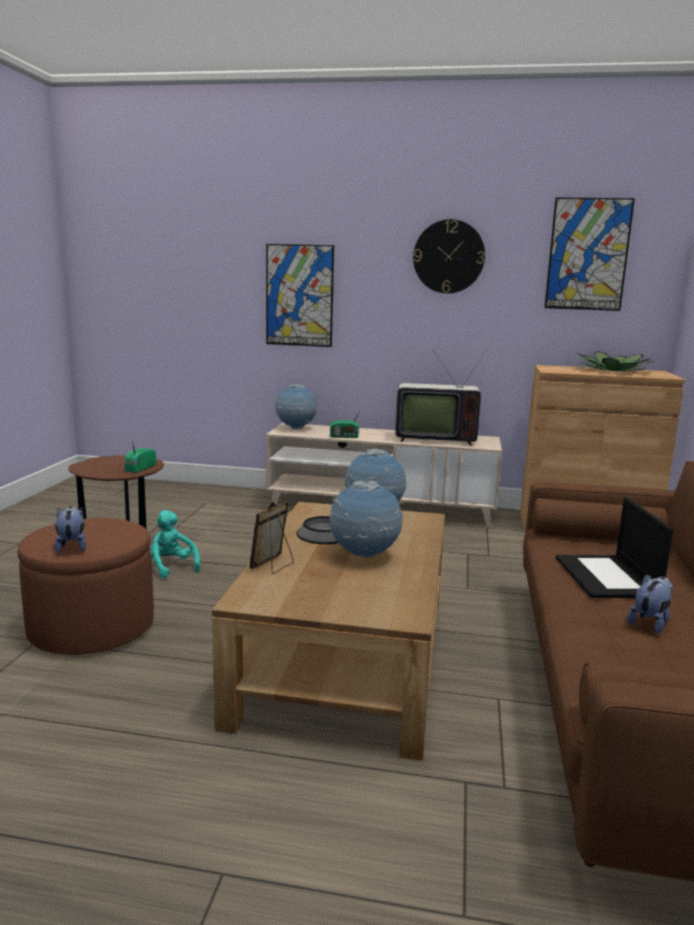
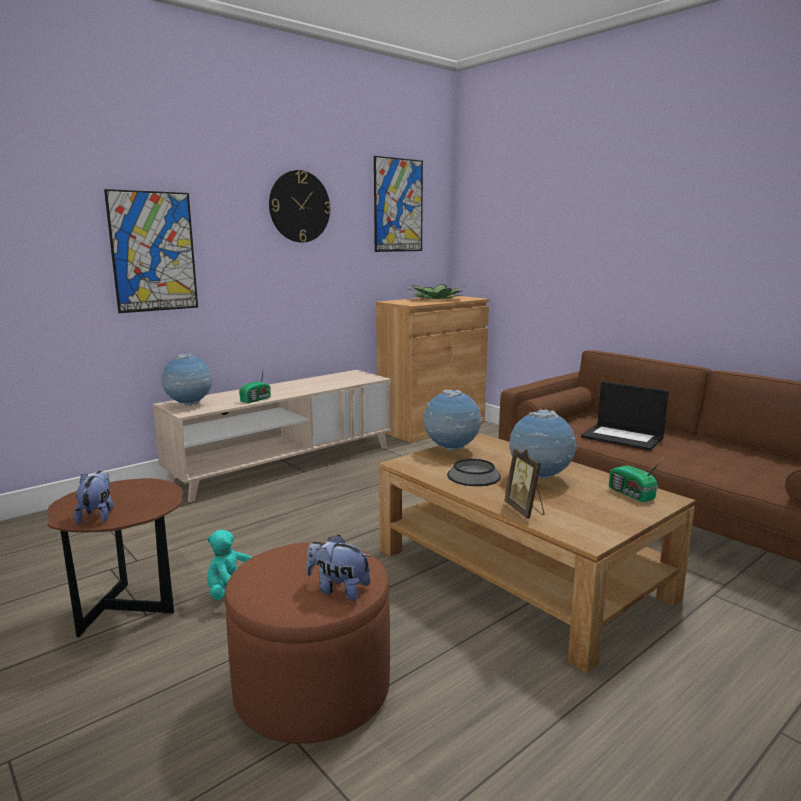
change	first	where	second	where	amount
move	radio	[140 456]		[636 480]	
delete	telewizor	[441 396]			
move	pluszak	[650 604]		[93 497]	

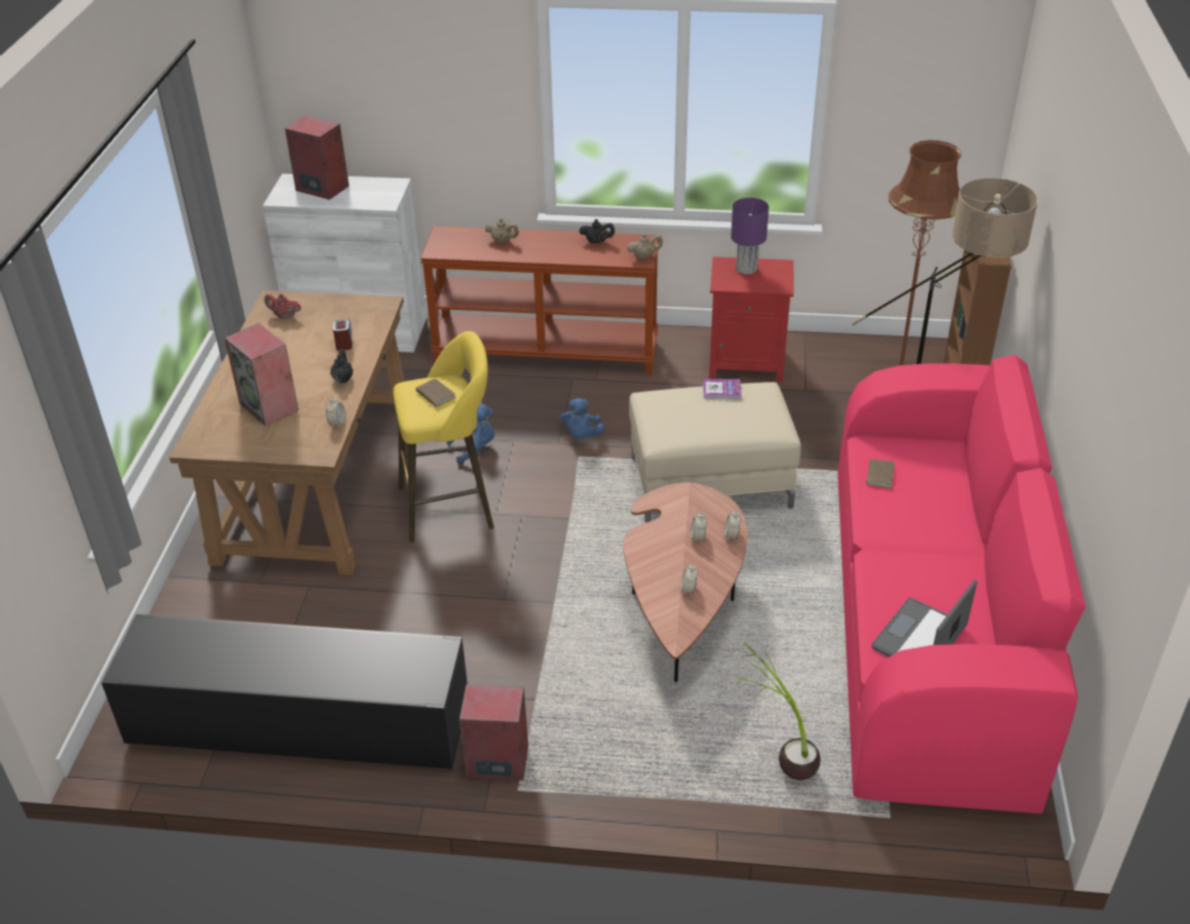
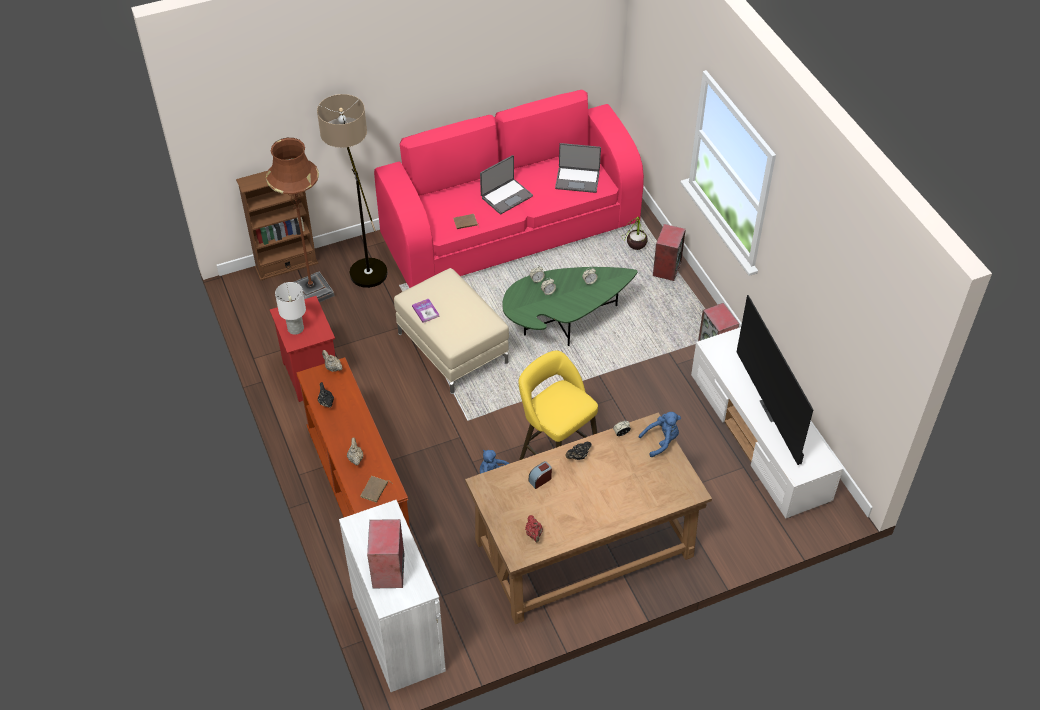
change	first	where	second	where	amount
recolor	szafka pod telewizor (czarny)	[284 691]	szafka pod telewizor (biały)	[767 422]	
move	głośnik	[261 374]		[669 252]	
move	książka (brązowy)	[436 393]		[376 489]	
move	pluszak (niebieski)	[582 418]		[659 434]	
recolor	ława (brązowy)	[685 582]	ława (zielony)	[570 306]	
recolor	lampa stołowa (fioletowy)	[750 236]	lampa stołowa (biały)	[290 308]	
insert			laptop	[506 184]	
insert			telewizor	[775 380]	

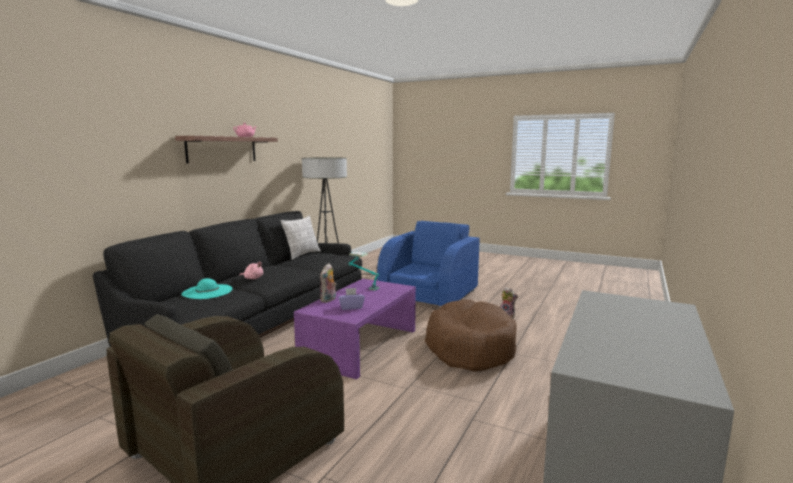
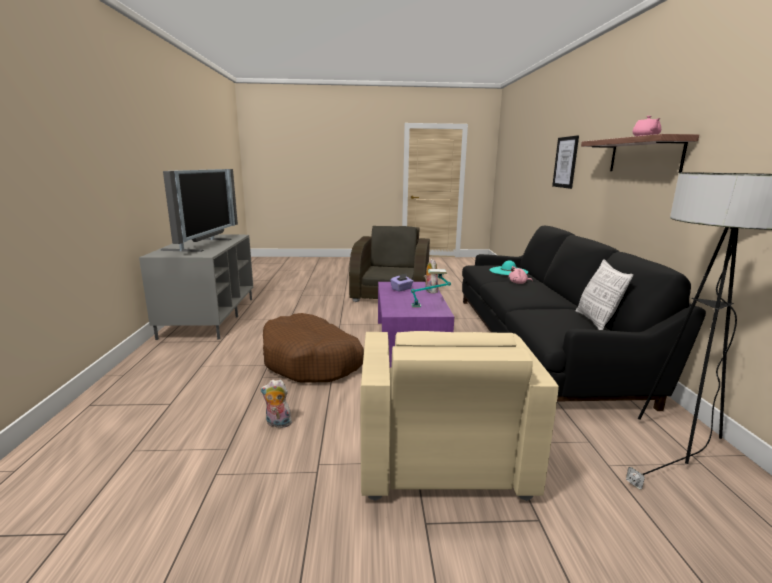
change	first	where	second	where	amount
recolor	fotel (niebieski)	[428 263]	fotel (beżowy)	[459 416]	
insert			telewizor	[199 210]	
insert			obraz	[565 162]	

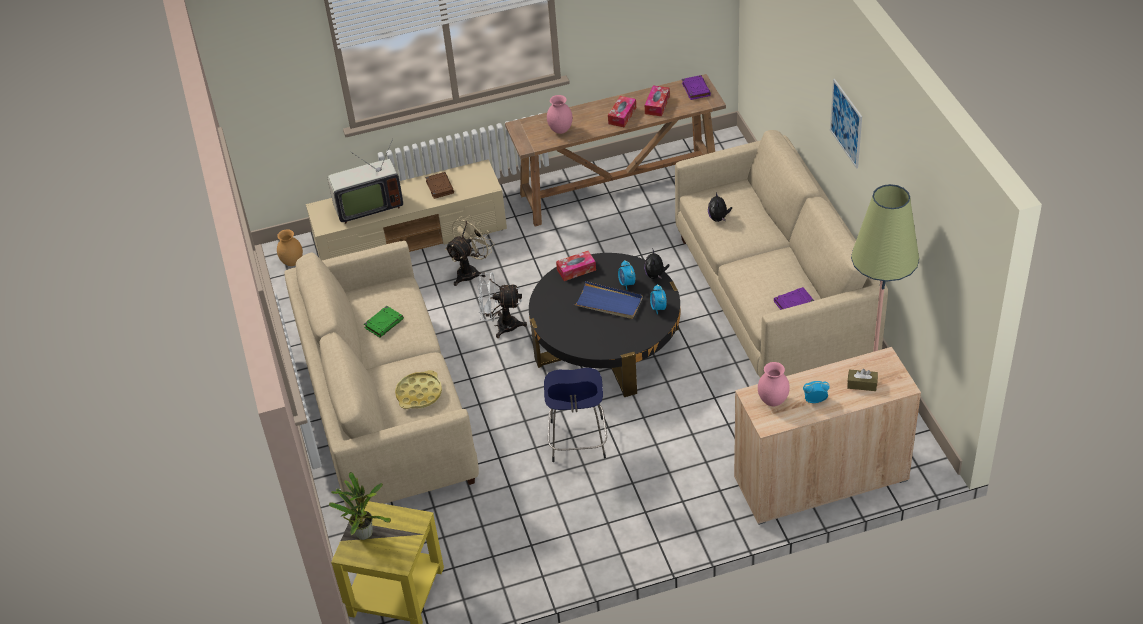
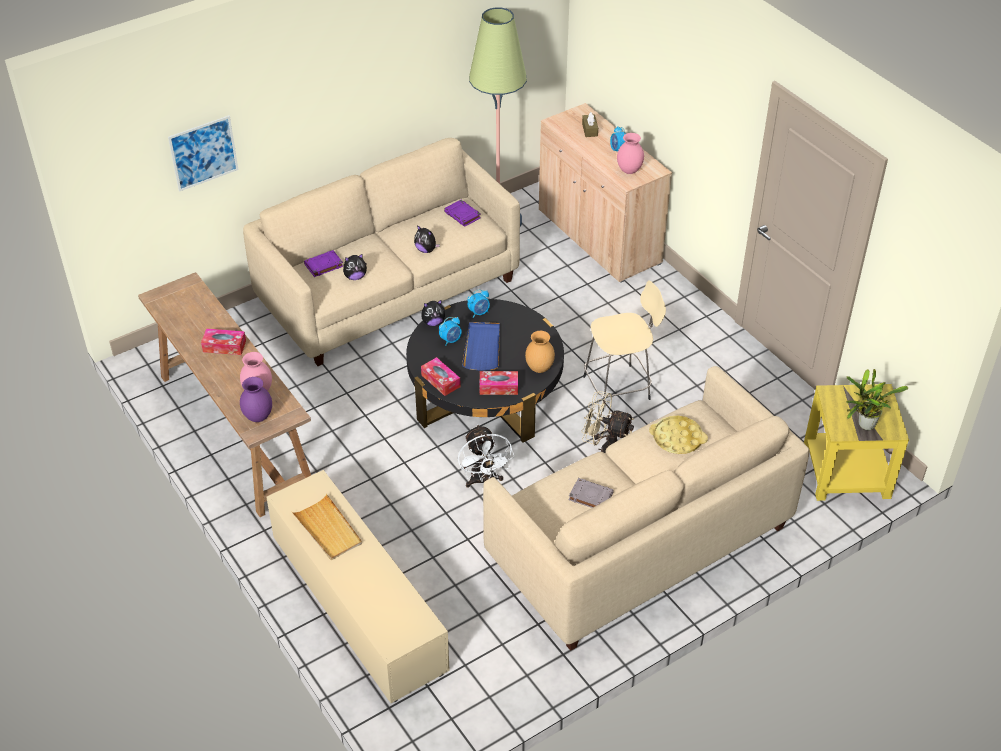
change	first	where	second	where	amount
move	wazon (brązowy)	[290 247]		[540 352]	
delete	telewizor	[365 181]			
recolor	książka (zielony)	[384 321]	książka (szary)	[591 493]	
replace	książka (brązowy)	[439 185]	taca (beżowy)	[327 527]	
move	wentylator (beżowy)	[470 250]		[607 422]	
recolor	stołek (niebieski)	[575 415]	stołek (beżowy)	[624 346]	
move	pudełko chusteczek	[657 100]		[499 383]	
move	książka (fioletowy)	[696 87]		[323 263]	
move	obraz	[846 124]		[203 153]	
insert			wazon (fioletowy)	[256 399]	
insert			pluszak	[427 239]	

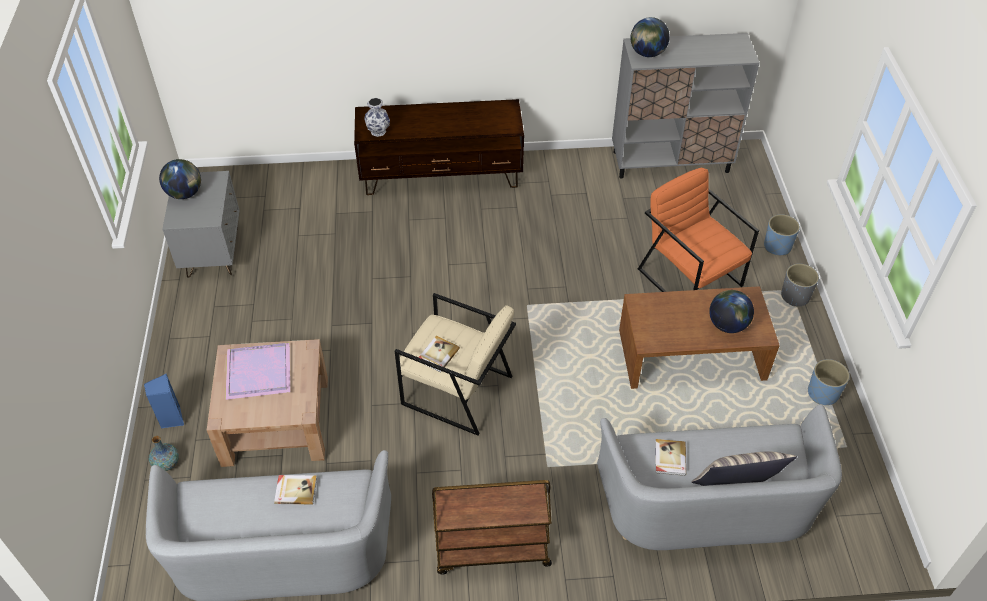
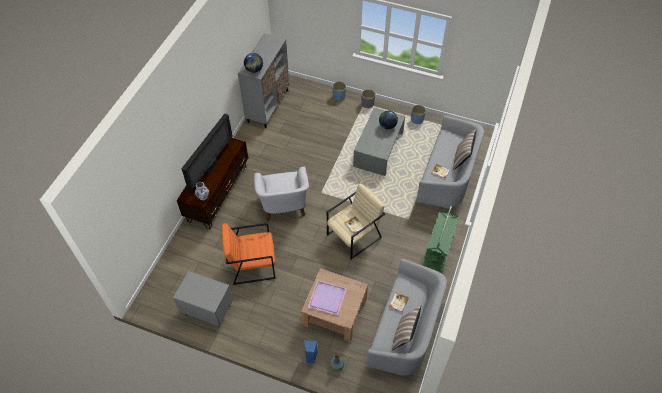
change	first	where	second	where	amount
delete	globus	[180 179]			
recolor	wózek (brązowy)	[492 527]	wózek (zielony)	[441 239]	
recolor	ława (brązowy)	[699 337]	ława (szary)	[379 142]	
move	fotel (pomarańczowy)	[698 230]		[249 254]	
insert			telewizor	[207 152]	
insert			fotel (biały)	[281 194]	
insert			poduszka	[406 328]	

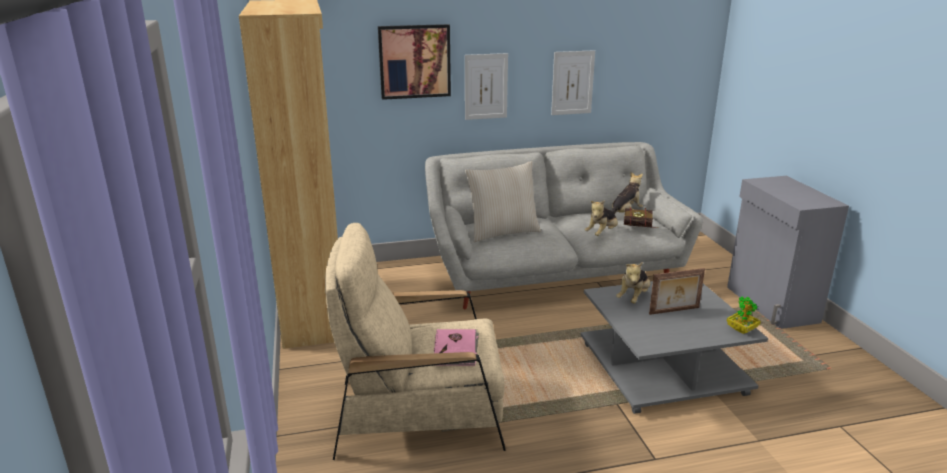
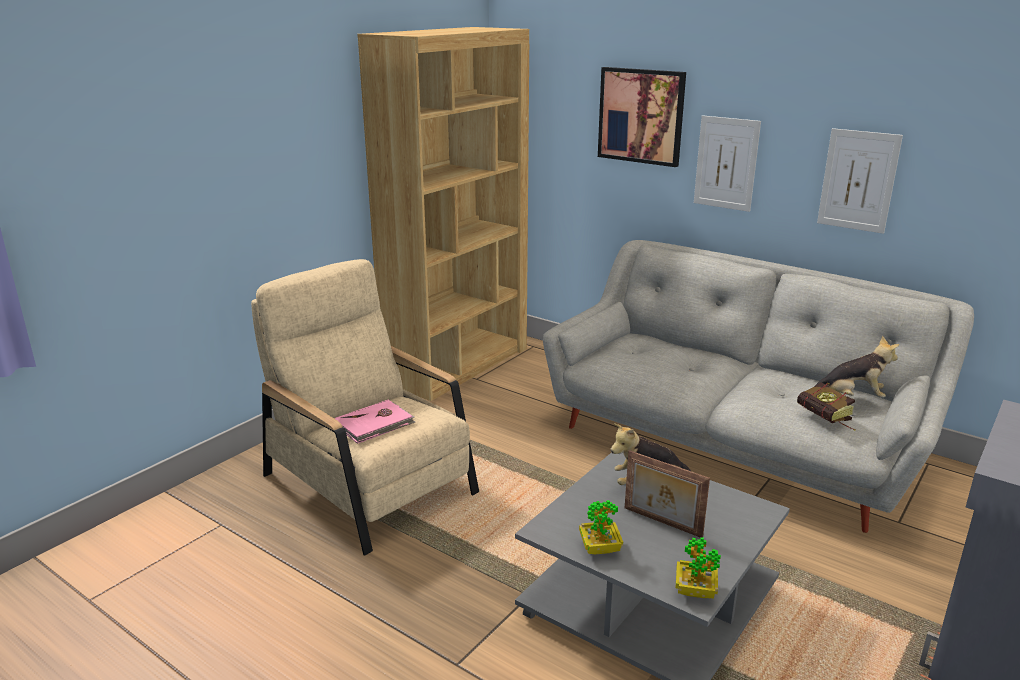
change	first	where	second	where	amount
delete	poduszka (beżowy)	[503 201]			
delete	pluszak	[601 218]			
insert			roślina doniczkowa	[601 527]	

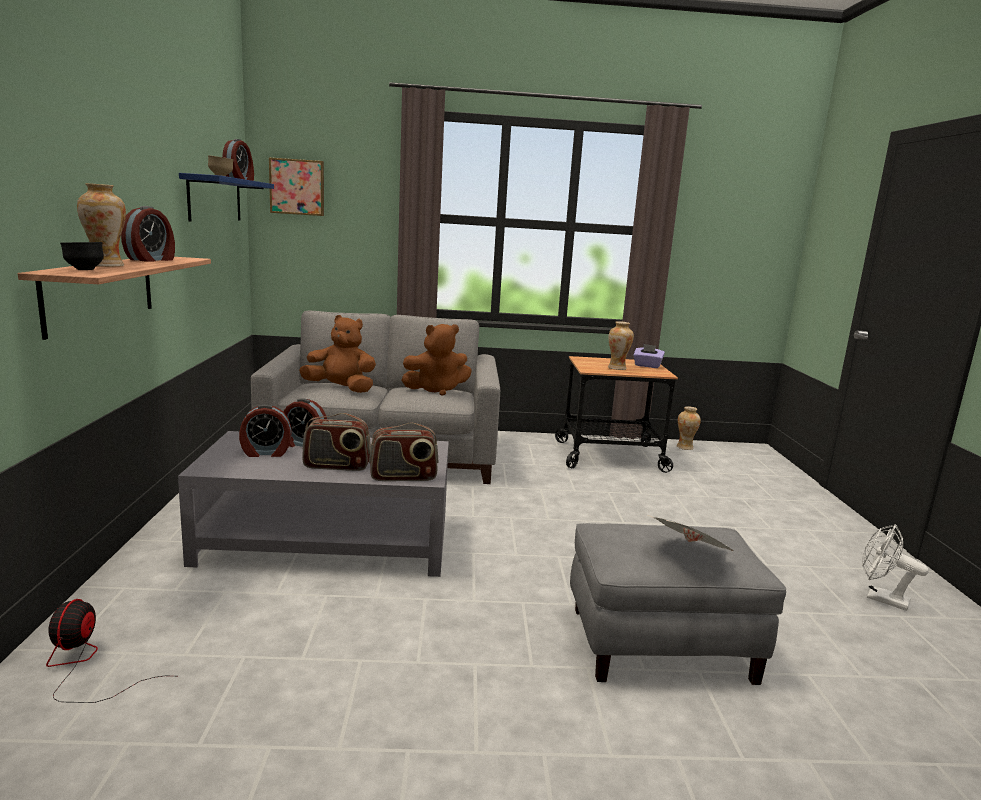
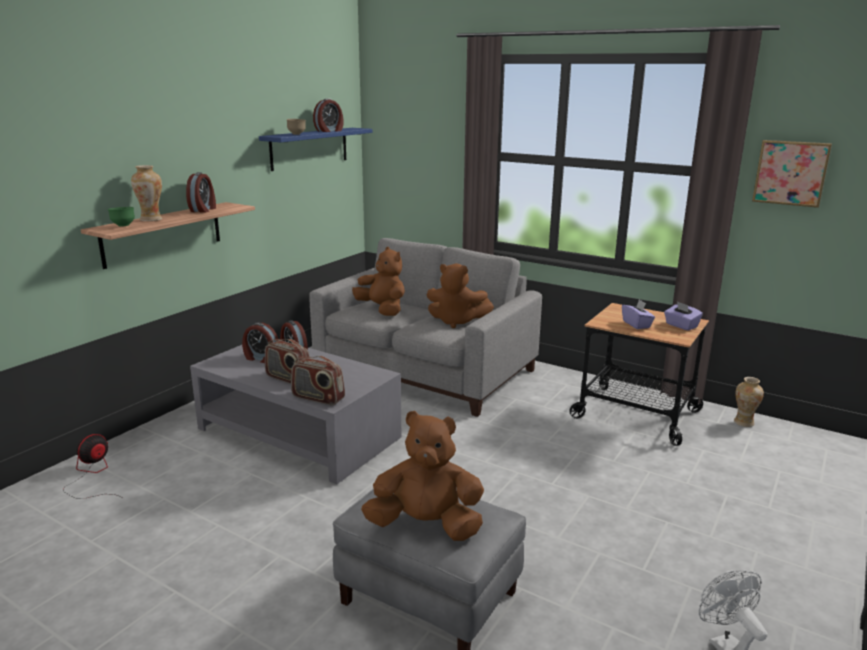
change	first	where	second	where	amount
recolor	miska (czarny)	[82 256]	miska (zielony)	[121 217]	
rotate	budzik	[148 234]		[201 192]	45 degrees counterclockwise
move	obraz	[296 186]		[792 174]	
replace	wazon	[621 345]	pudełko chusteczek (fioletowy)	[638 314]	
replace	gazeta	[690 533]	pluszak (brązowy)	[422 476]	

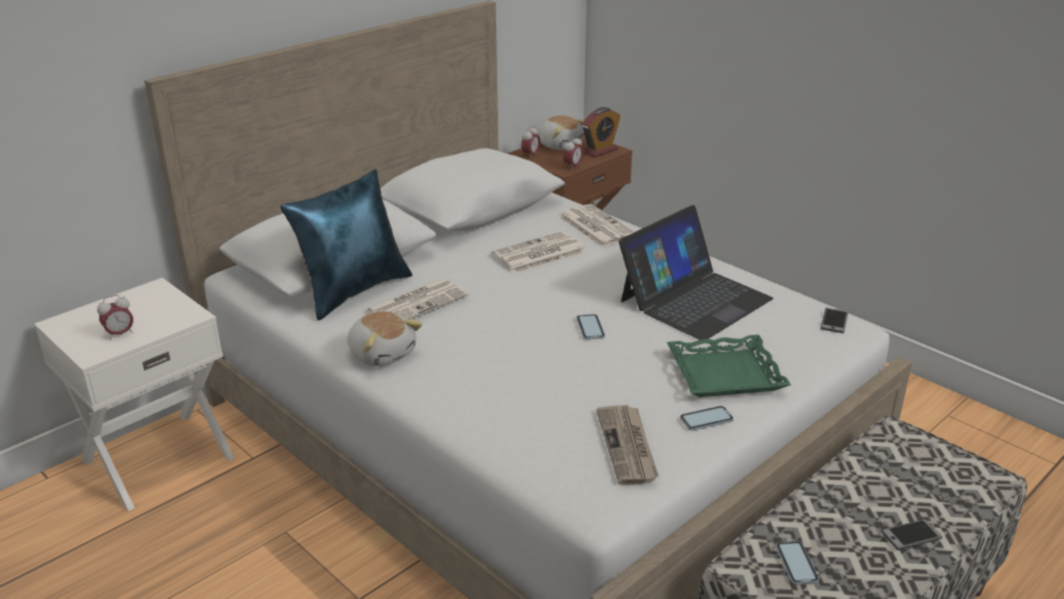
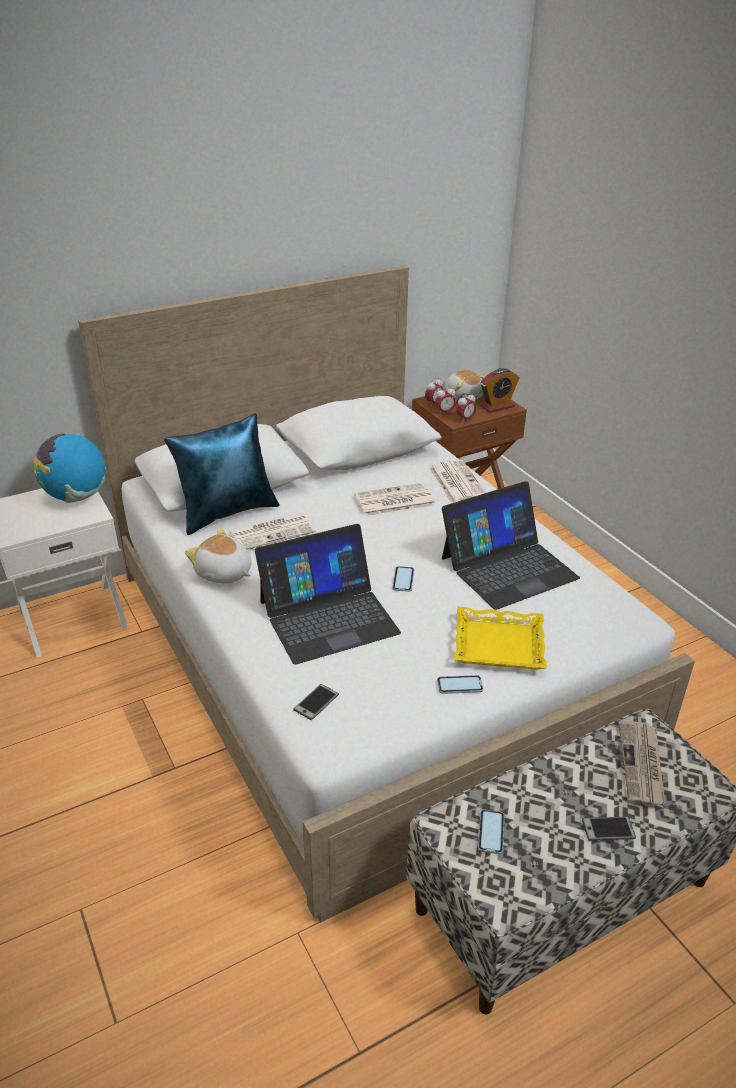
change	first	where	second	where	amount
move	budzik	[115 317]		[445 400]	
rotate	pluszak	[384 339]		[218 556]	150 degrees clockwise
move	gazeta	[627 445]		[642 763]	
recolor	taca (zielony)	[729 366]	taca (żółty)	[500 638]	
move	telefon	[834 320]		[316 702]	
insert			globus	[69 468]	
insert			laptop	[328 594]	

